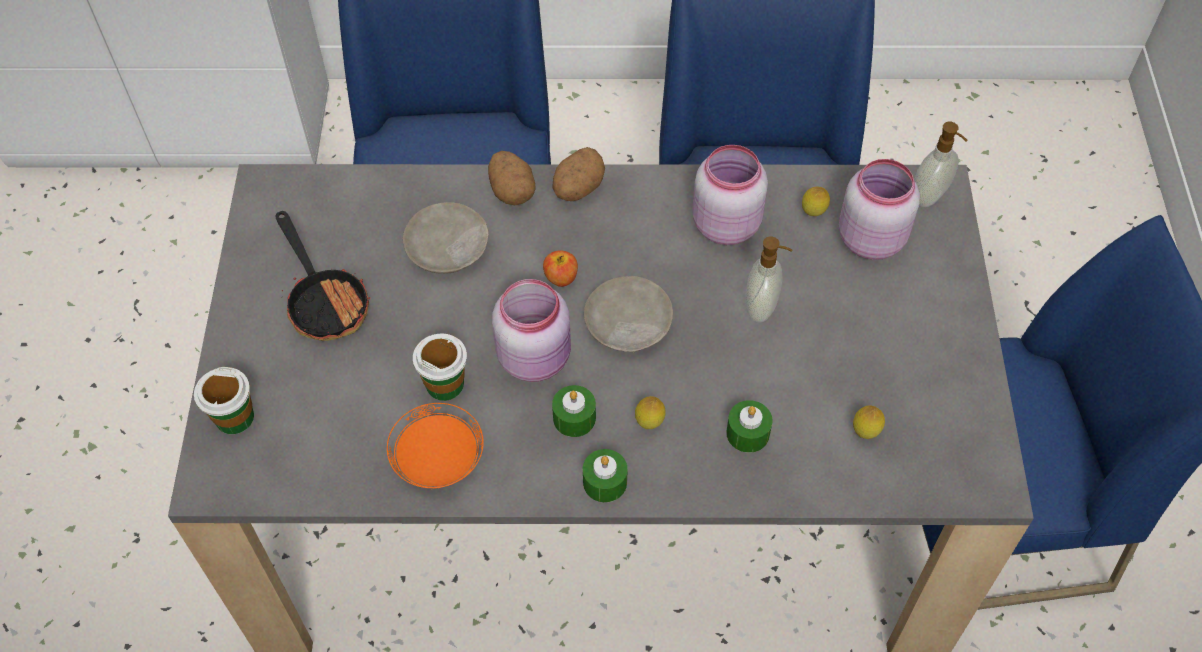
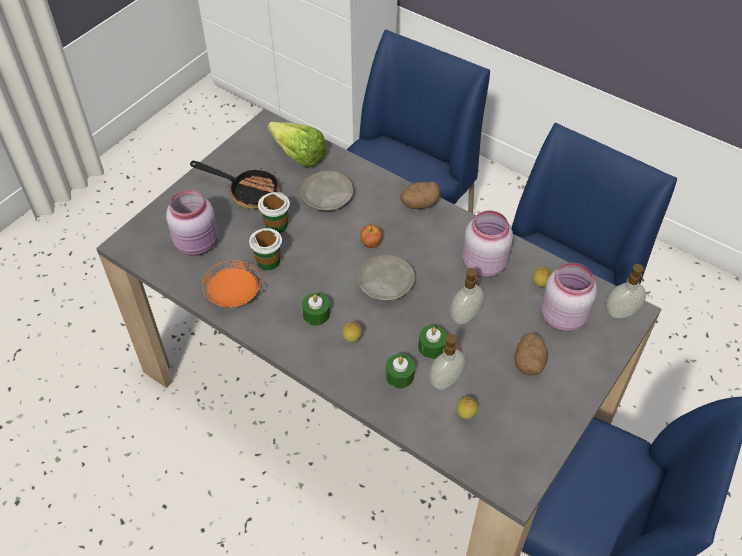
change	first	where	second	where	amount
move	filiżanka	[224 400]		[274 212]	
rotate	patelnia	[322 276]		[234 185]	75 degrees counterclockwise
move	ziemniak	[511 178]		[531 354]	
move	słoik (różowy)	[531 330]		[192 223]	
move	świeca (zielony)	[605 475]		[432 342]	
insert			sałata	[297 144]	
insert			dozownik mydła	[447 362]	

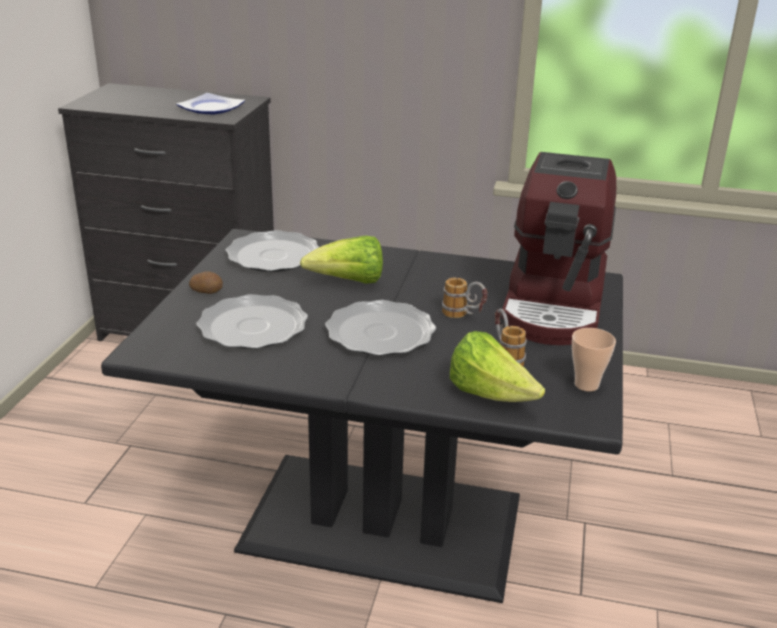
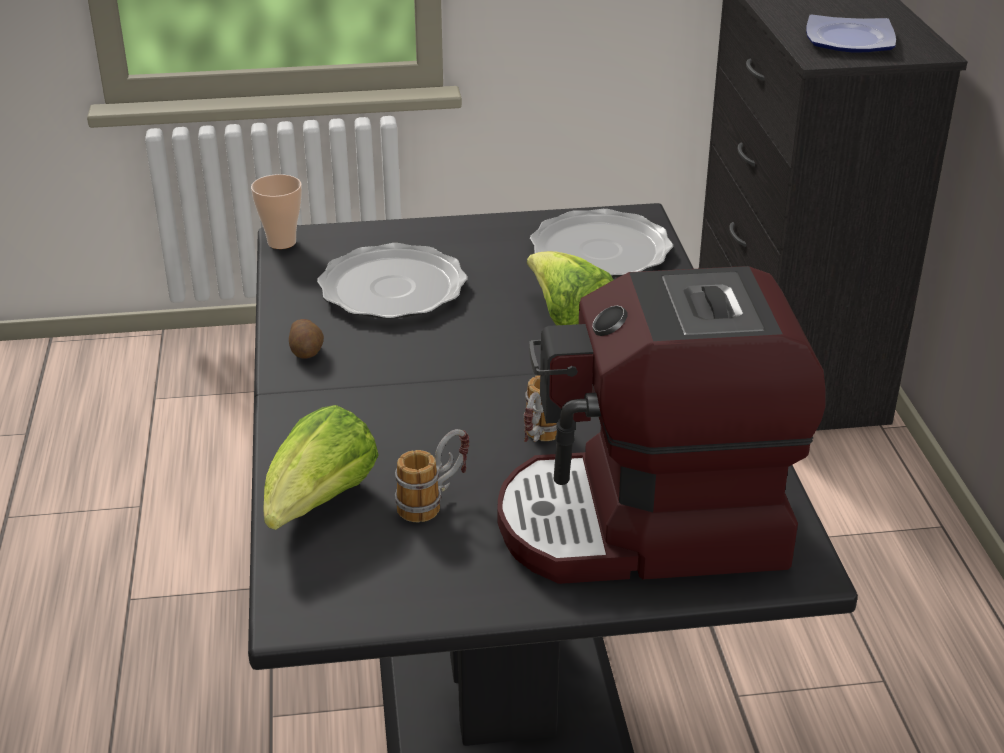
change	first	where	second	where	amount
move	ziemniak	[206 282]		[306 338]	
delete	talerz	[380 328]			
move	filiżanka	[594 359]		[276 211]	

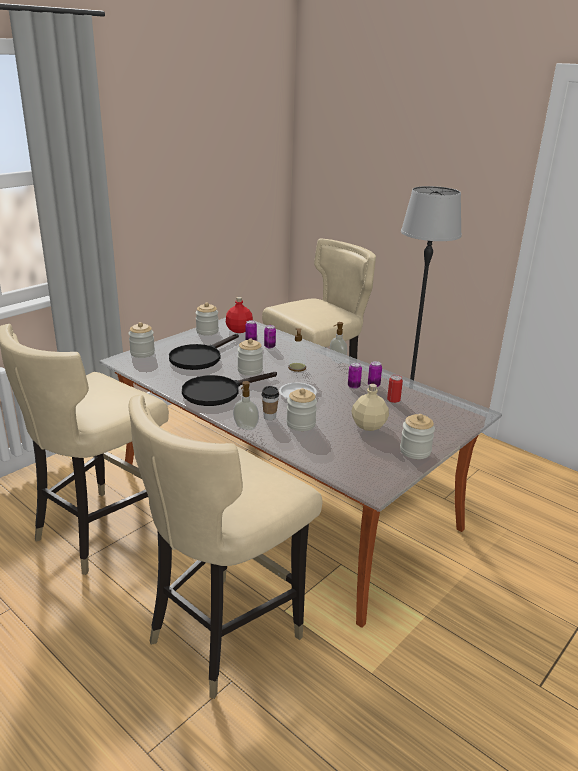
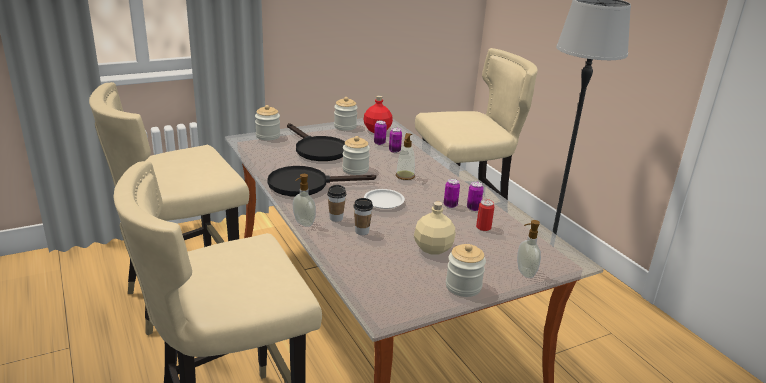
change	first	where	second	where	amount
rotate	patelnia (czarny)	[204 351]		[316 142]	90 degrees counterclockwise
replace	słoik	[301 409]	filiżanka	[363 216]	
move	dozownik mydła	[338 343]		[529 249]	

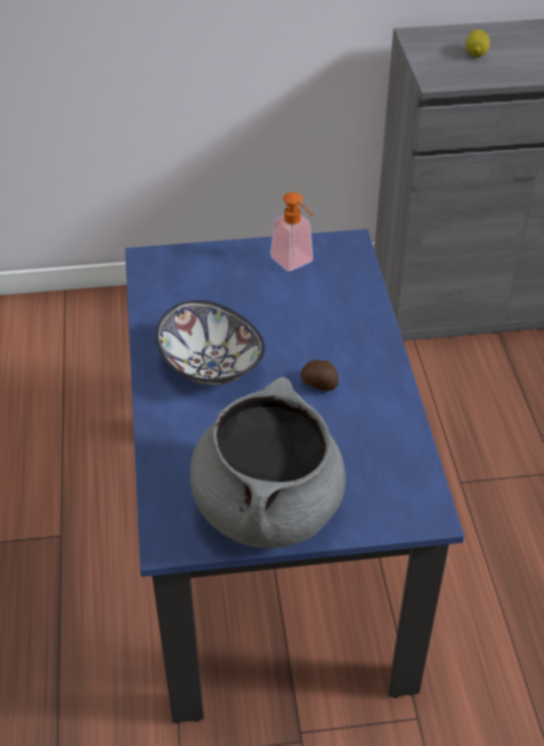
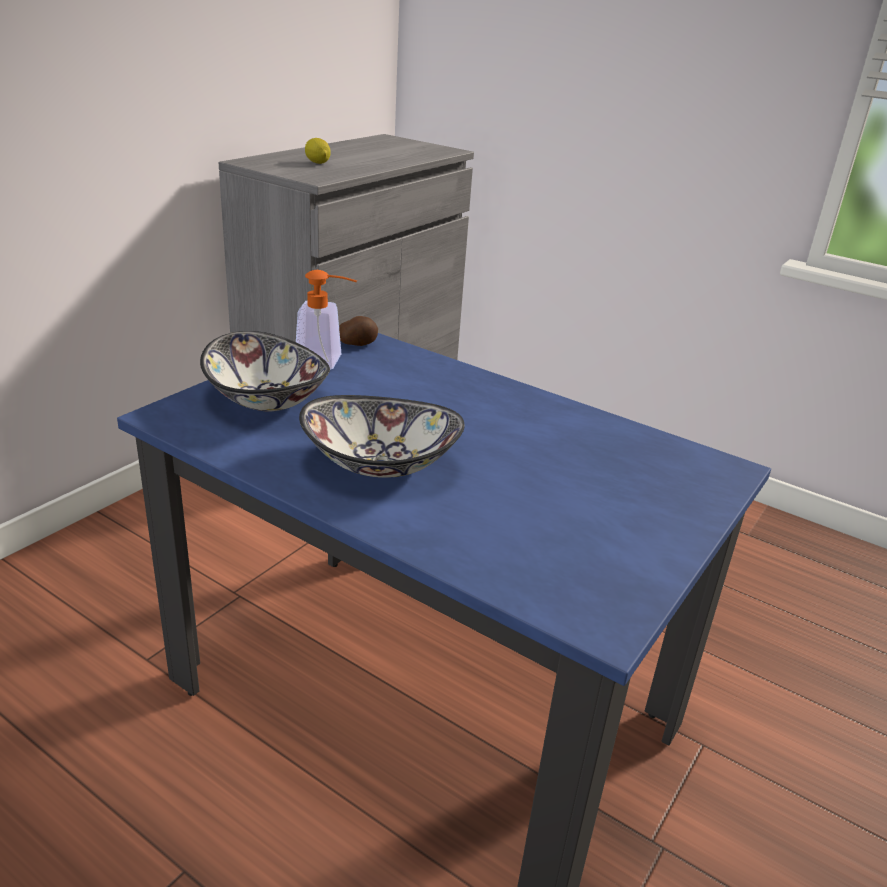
change	first	where	second	where	amount
delete	garnek (szary)	[267 463]			
move	ziemniak	[319 375]		[358 331]	
insert			miska	[265 371]	

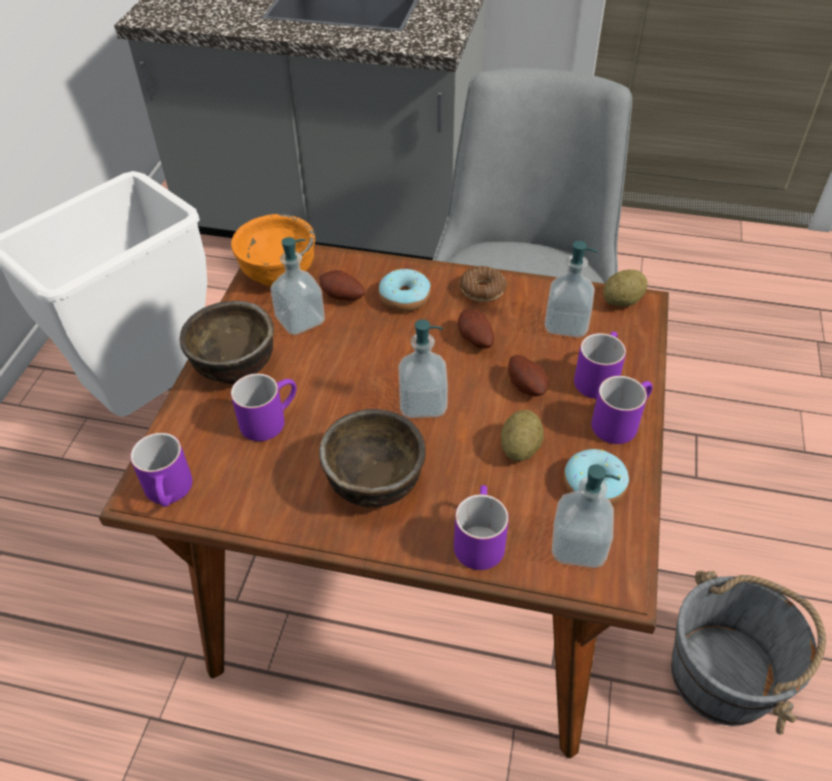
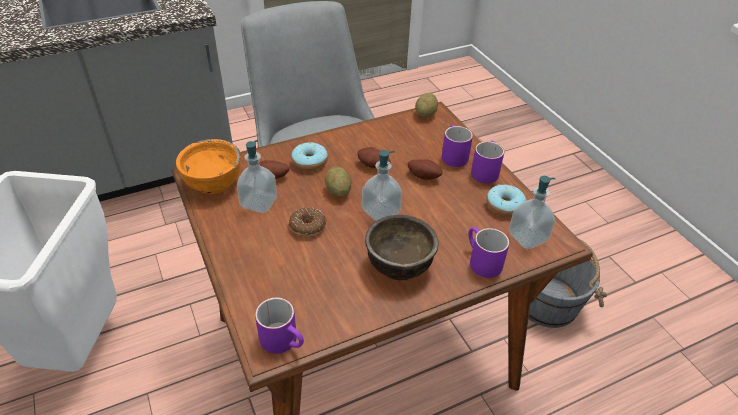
change	first	where	second	where	amount
delete	miska (brązowy)	[226 342]			
delete	kubek (fioletowy)	[264 407]			
move	donut	[482 284]		[307 222]	
move	ziemniak	[522 435]		[338 181]	
delete	dozownik mydła	[571 289]			

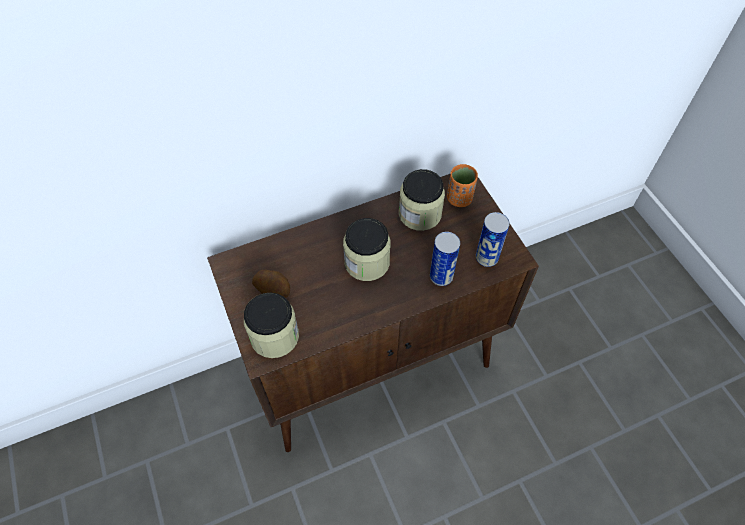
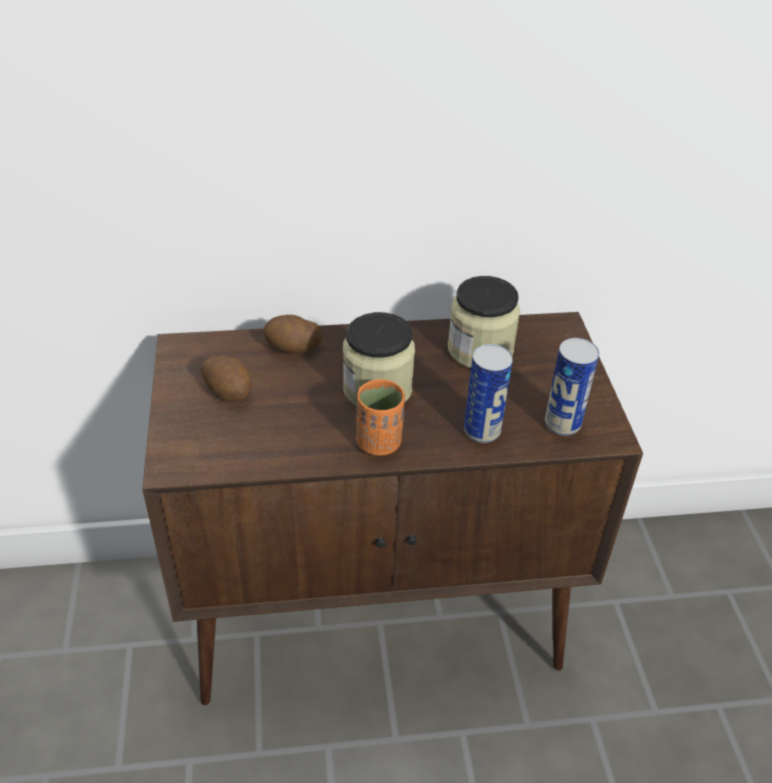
change	first	where	second	where	amount
delete	słoik	[271 325]			
move	filiżanka (pomarańczowy)	[462 185]		[380 417]	
insert			ziemniak	[292 334]	

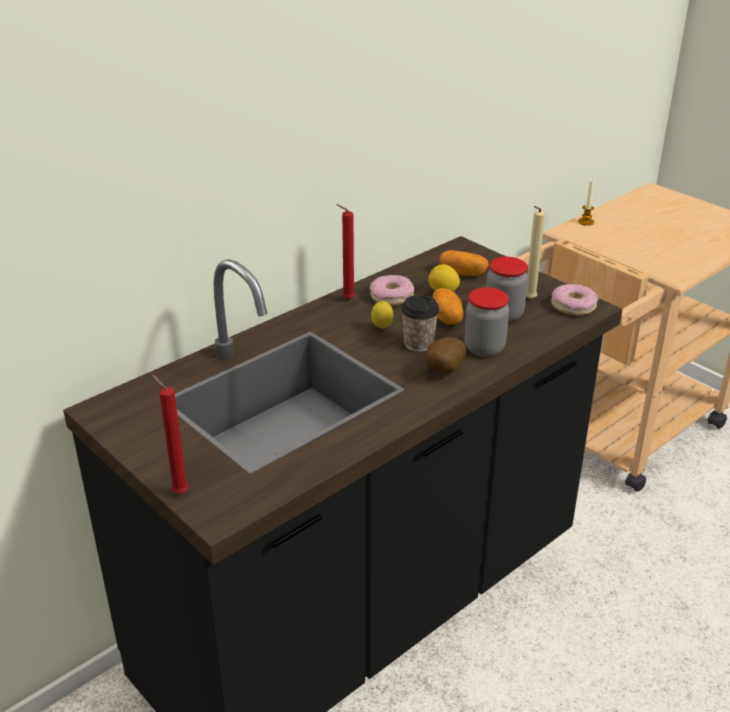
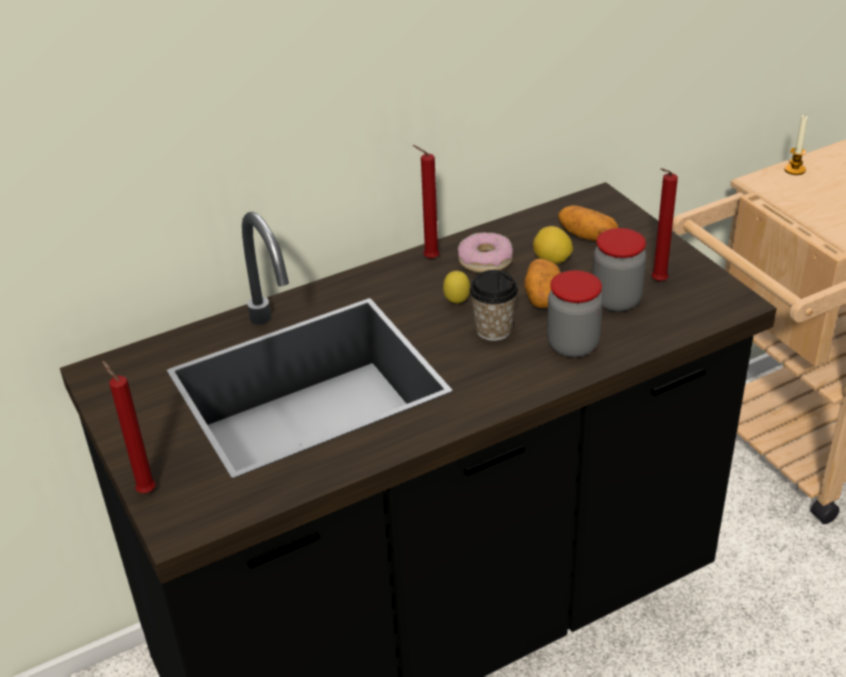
change	first	where	second	where	amount
delete	ziemniak	[445 355]			
recolor	świeca (beżowy)	[535 252]	świeca (czerwony)	[664 225]	
delete	donut	[574 299]			

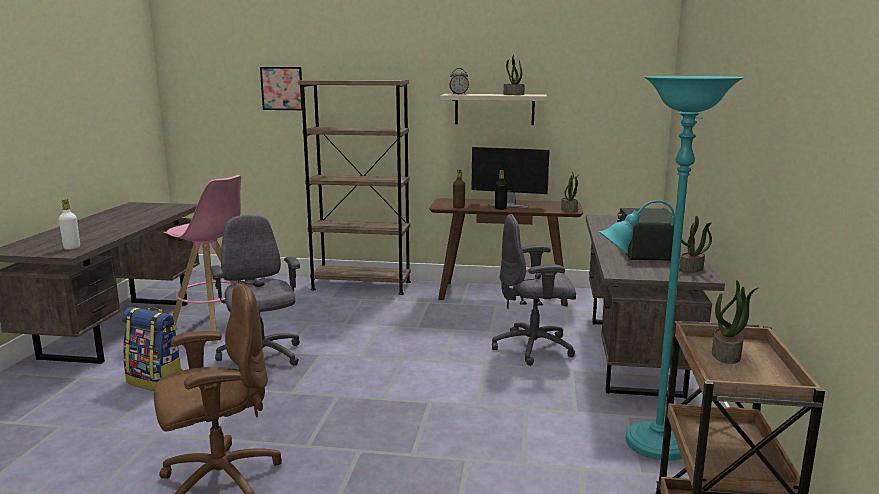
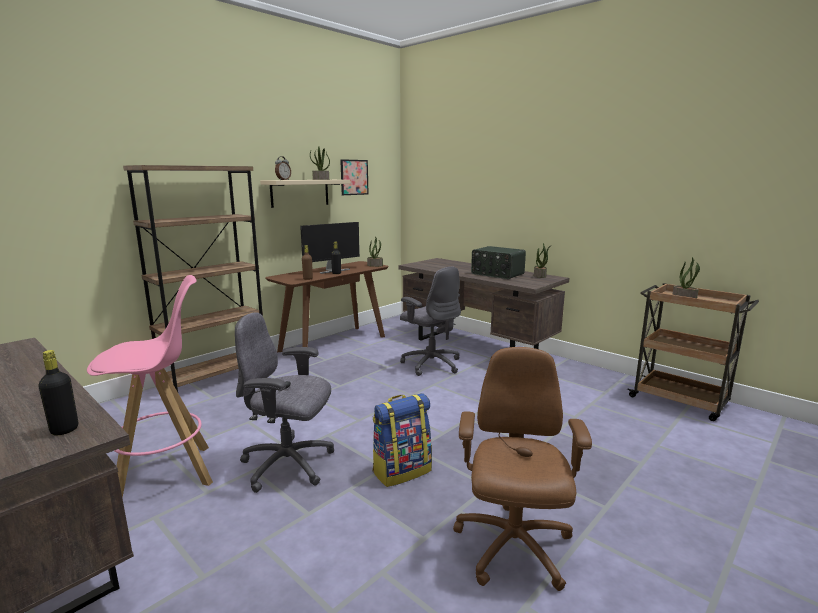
change	first	where	second	where	amount
recolor	butelka (biały)	[69 224]	butelka (czarny)	[58 392]	
move	plecak	[152 349]		[402 440]	
move	obraz	[281 88]		[354 177]	
rotate	krzesło biurowe (szary)	[534 290]		[430 321]	75 degrees counterclockwise
delete	lampa stojąca (turkusowy)	[671 268]			

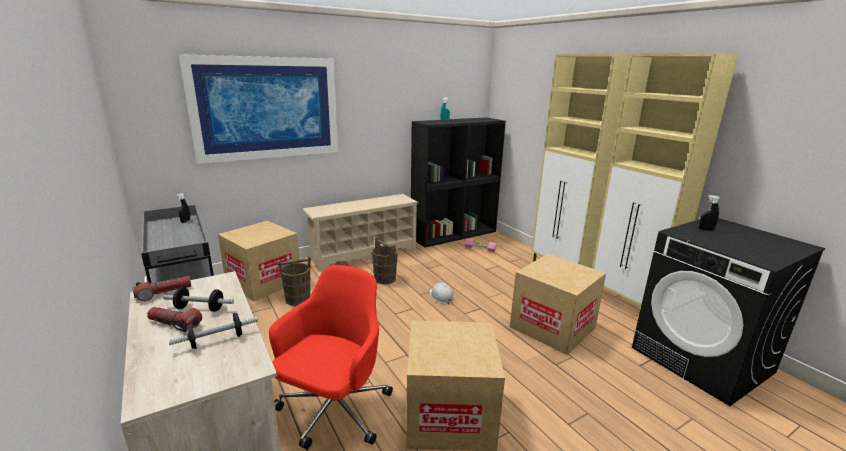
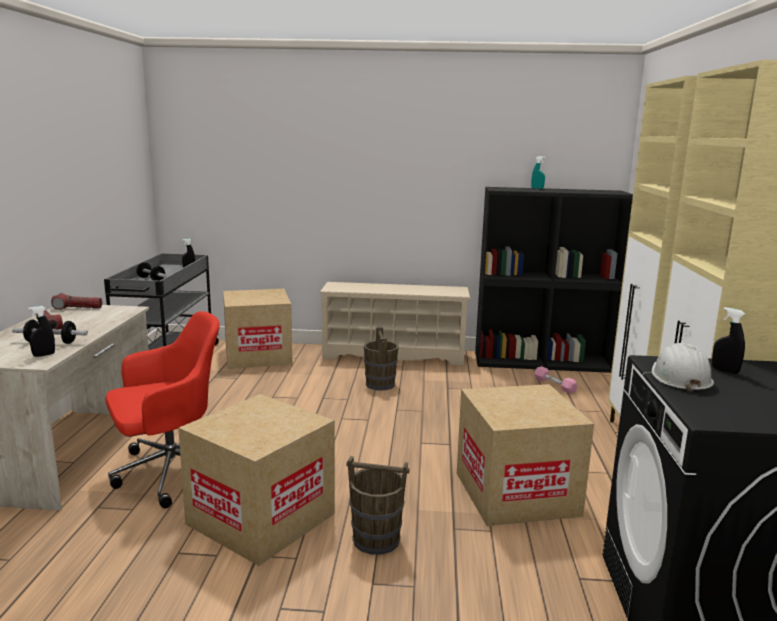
change	first	where	second	where	amount
move	hantel	[198 299]		[151 271]	
delete	obraz	[258 109]			
move	wiadro (brązowy)	[294 280]		[378 505]	
move	kask (biały)	[442 293]		[683 368]	
insert			spryskiwacz (czarny)	[41 331]	

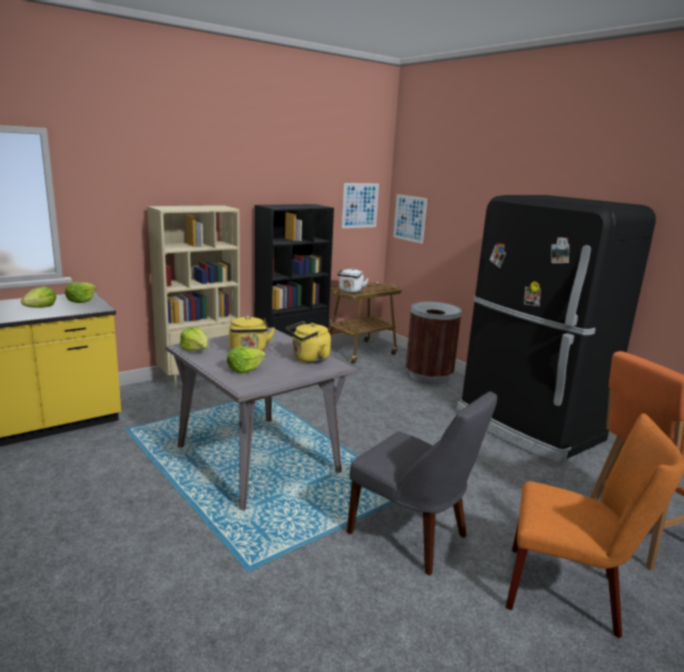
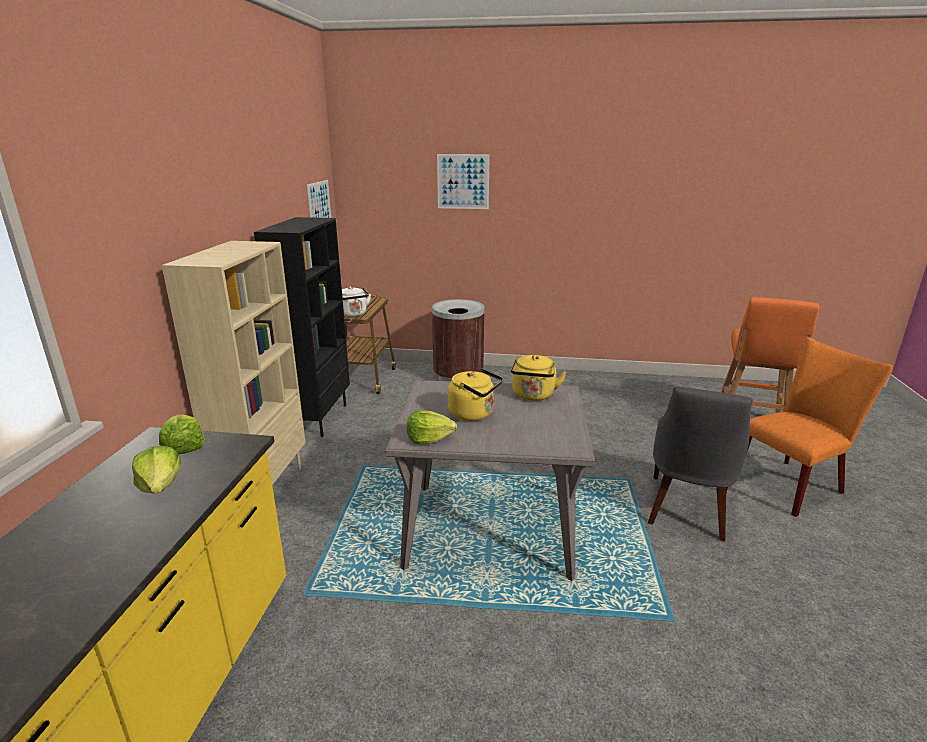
change	first	where	second	where	amount
delete	sałata	[246 360]			
rotate	krzesło (szary)	[422 483]		[700 464]	120 degrees clockwise
move	obraz	[410 219]		[463 181]	
delete	lodówka (czarny)	[556 329]			

